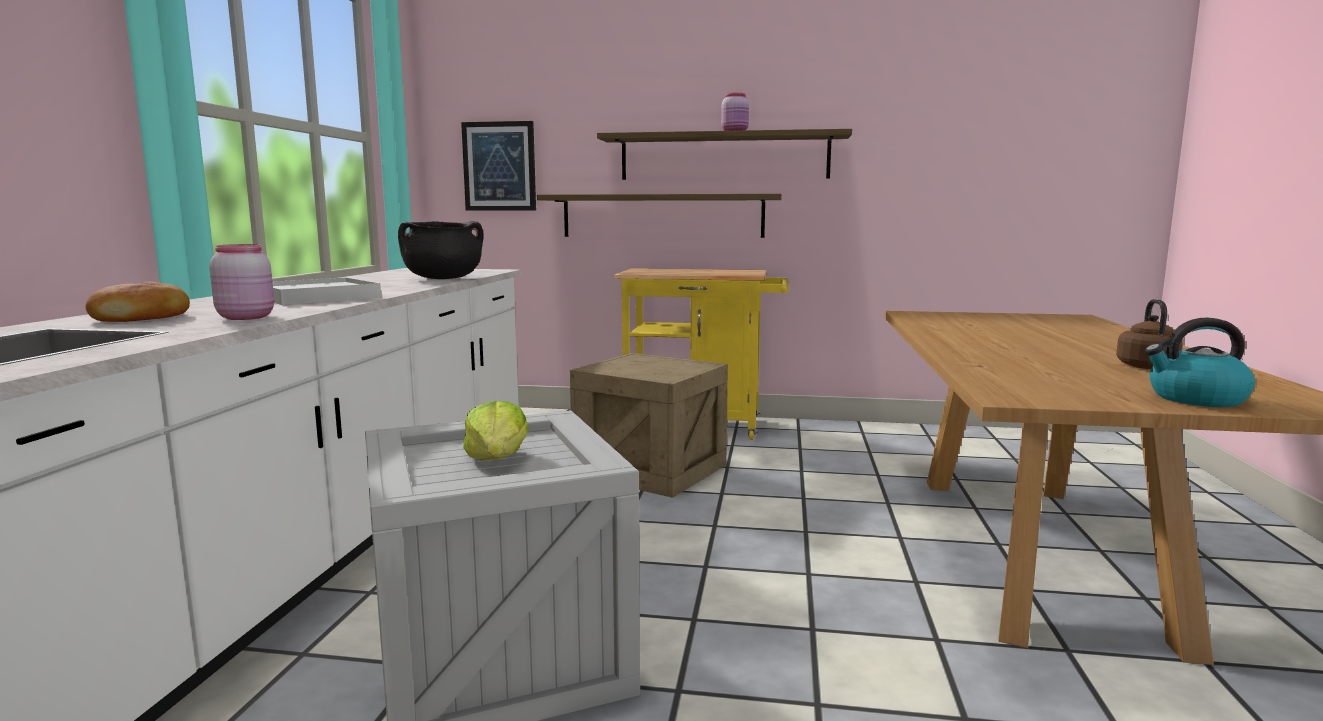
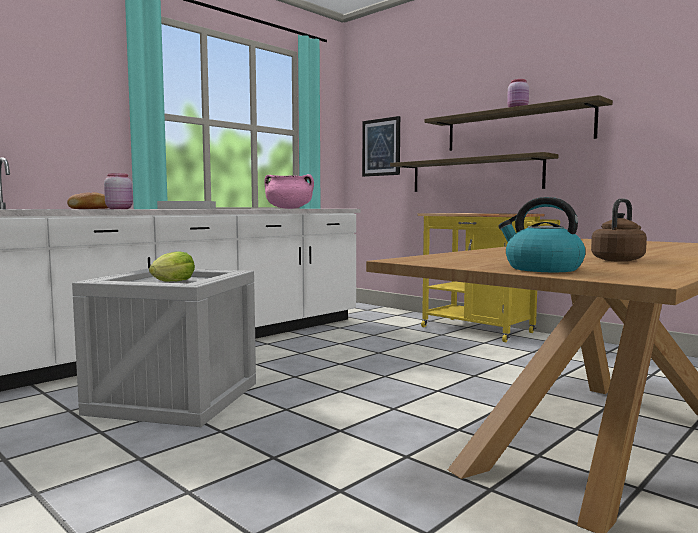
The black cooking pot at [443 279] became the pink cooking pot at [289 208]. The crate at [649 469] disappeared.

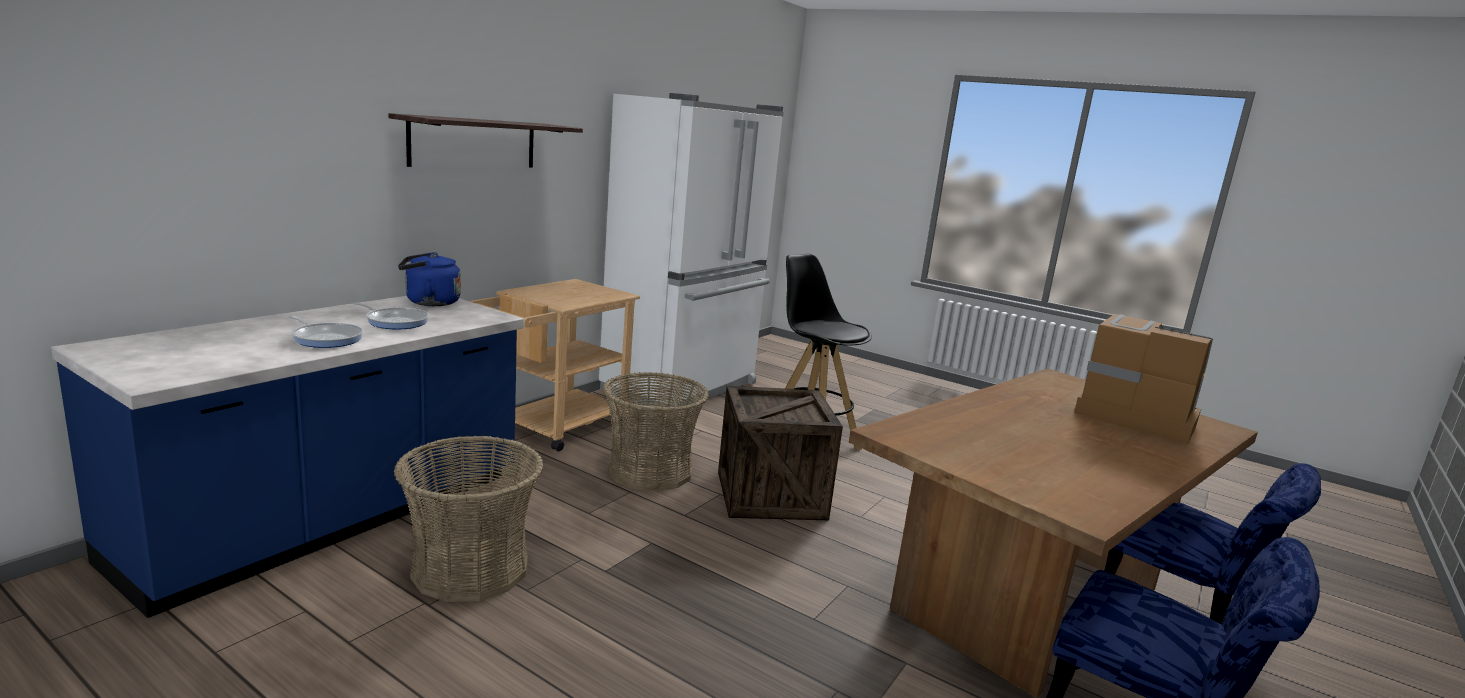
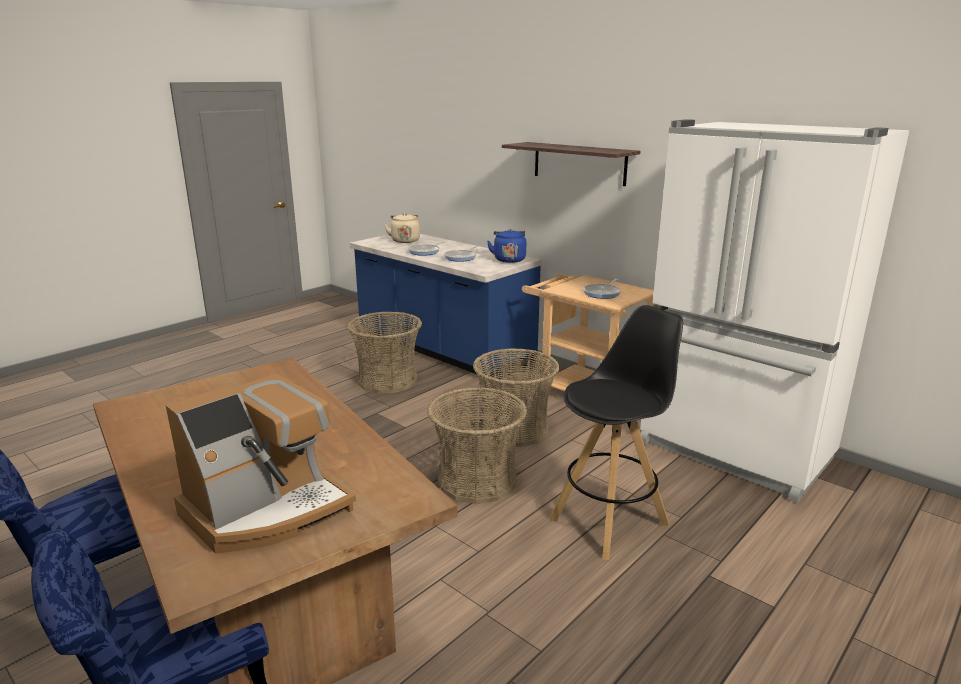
The crate at [770 495] was replaced by the basket at [477 481]. The beige kettle at [405 240] appeared. The frying pan at [603 293] appeared.

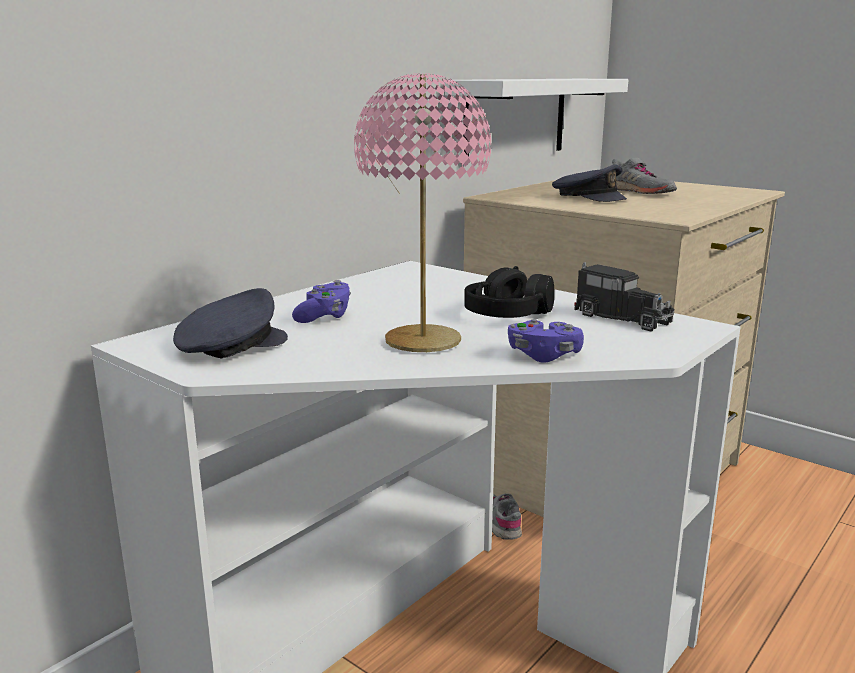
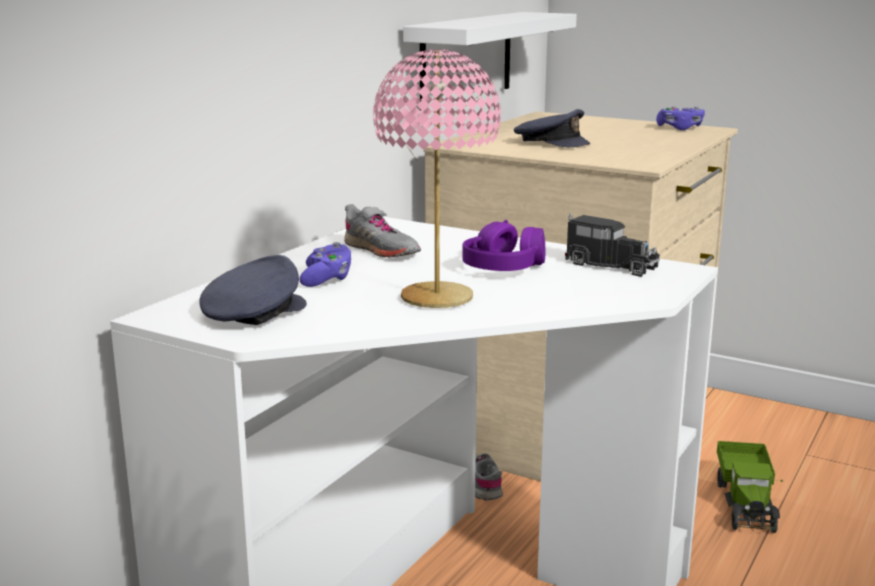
The black headphones at [508 314] became the purple headphones at [504 267]. The purple game controller moved from [544 356] to [679 128]. The grey shoe moved from [640 192] to [380 250]. The toy truck at [746 502] appeared.

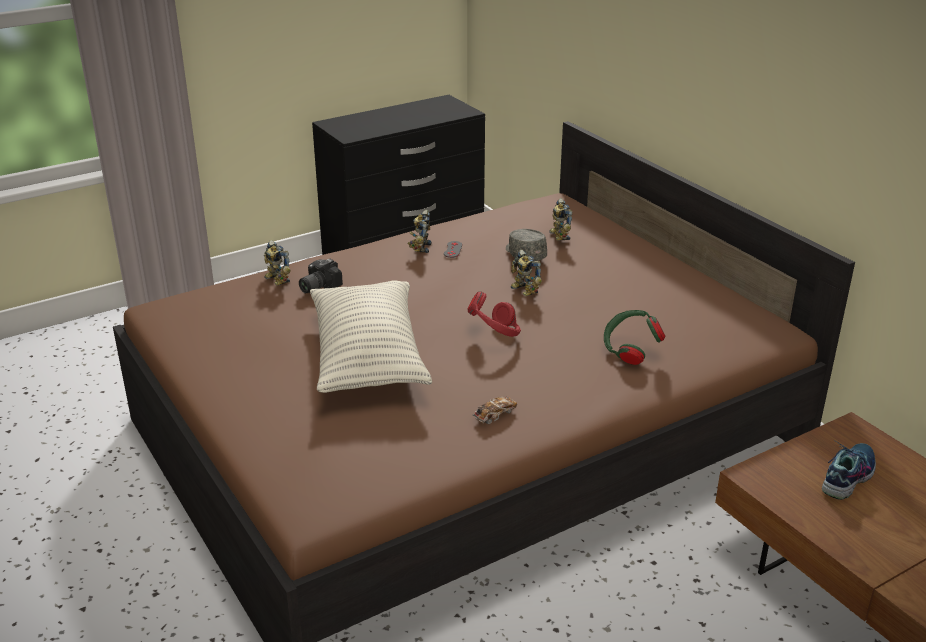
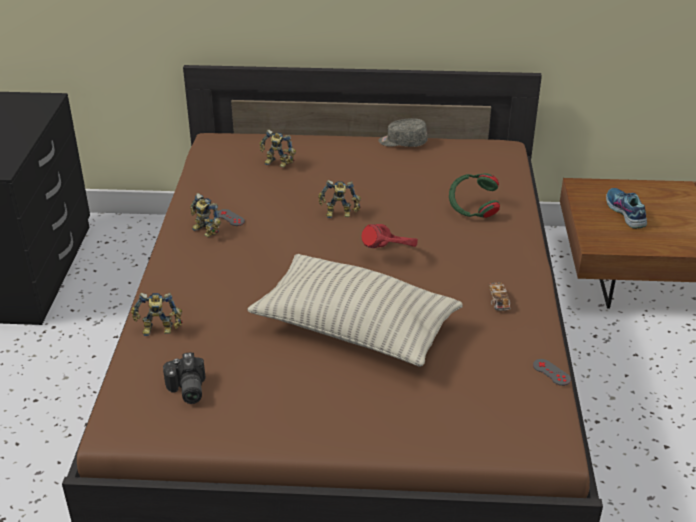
The photo camera moved from [317 286] to [186 390]. The grey cap moved from [524 254] to [402 142]. The grey game controller at [551 372] appeared.

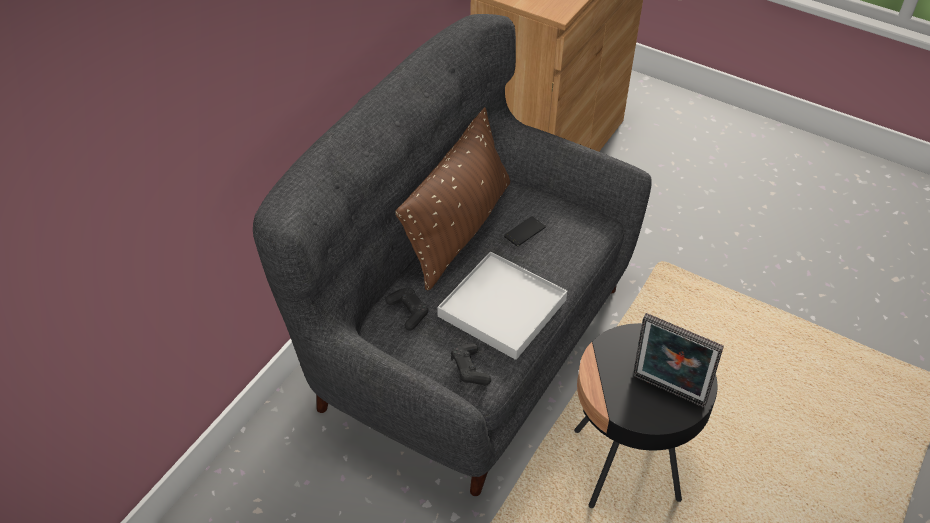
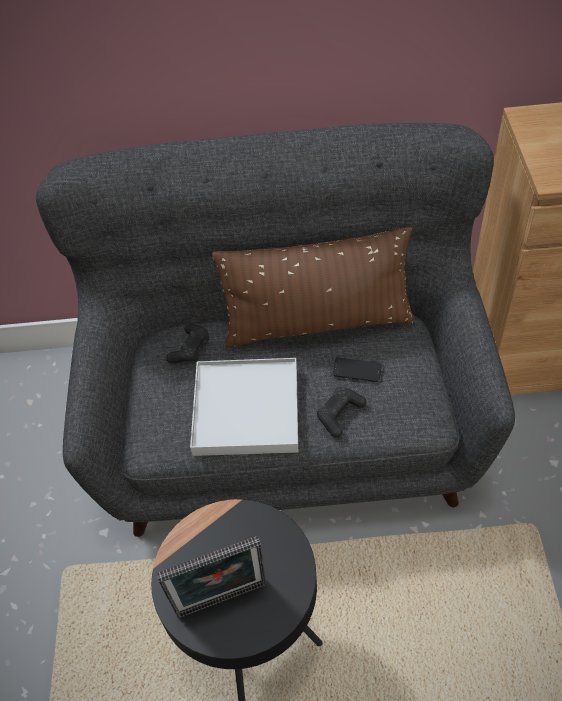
The black game controller moved from [469 369] to [340 414]. The picture frame at [667 392] turned 105 degrees counterclockwise.

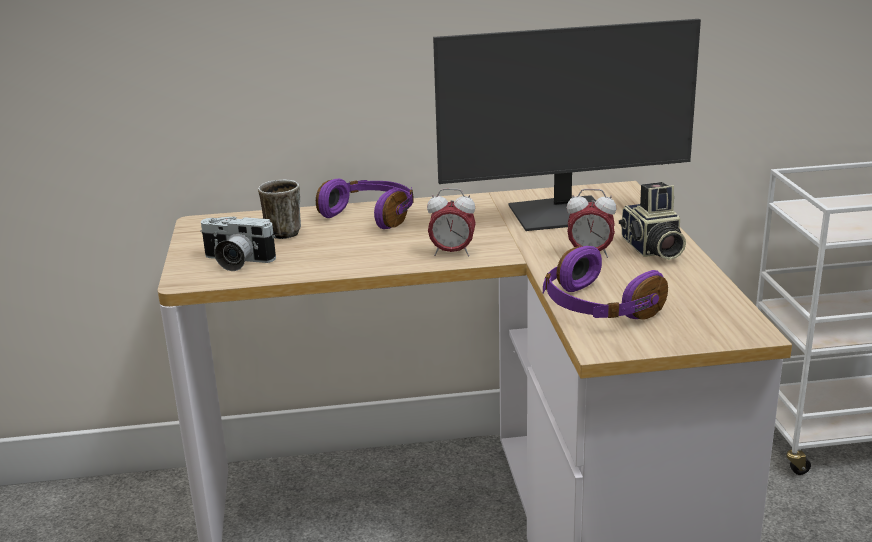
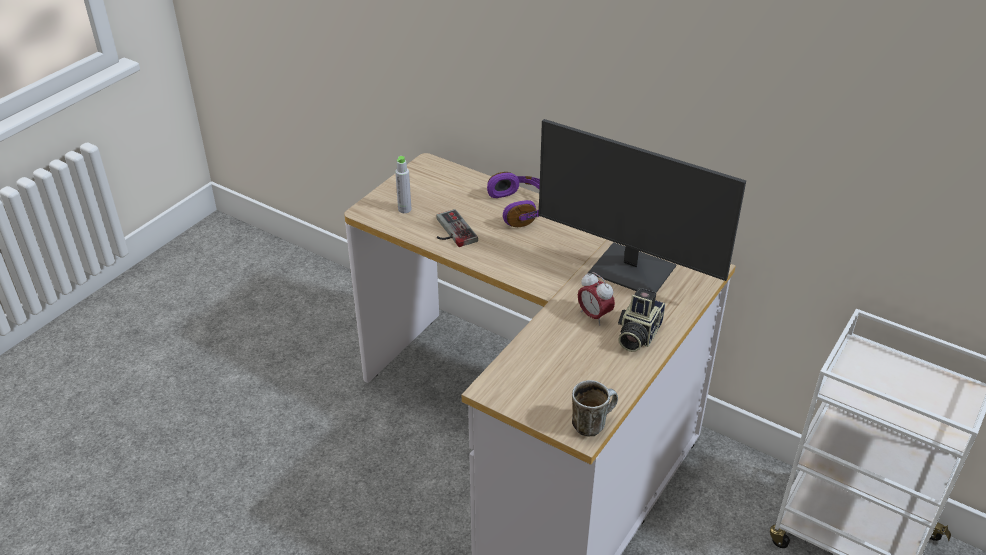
The photo camera at [236 262] was replaced by the grey bottle at [404 209]. The mug moved from [285 231] to [592 423]. The alarm clock at [452 253] disappeared. The purple headphones at [597 308] disappeared. The game controller at [451 231] appeared.

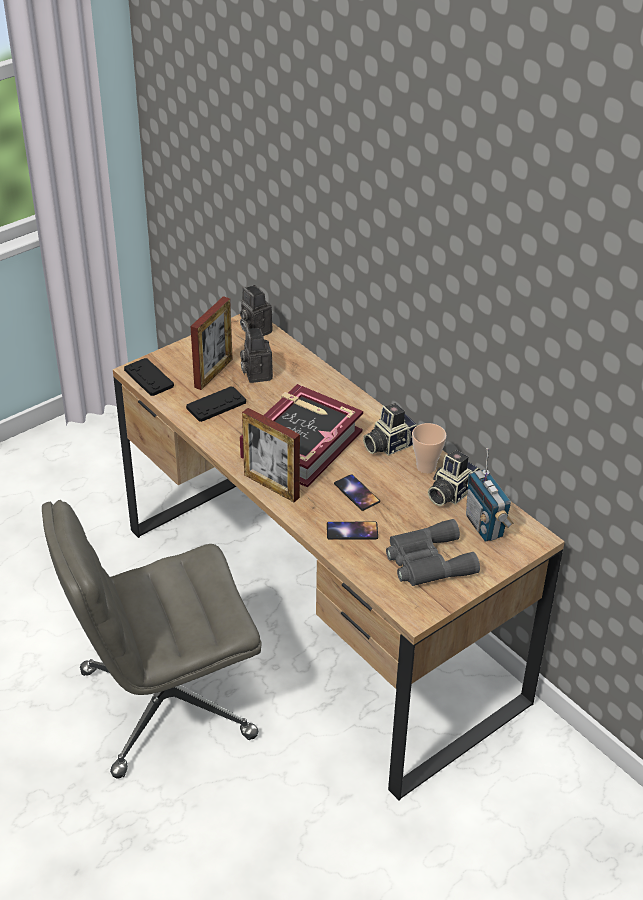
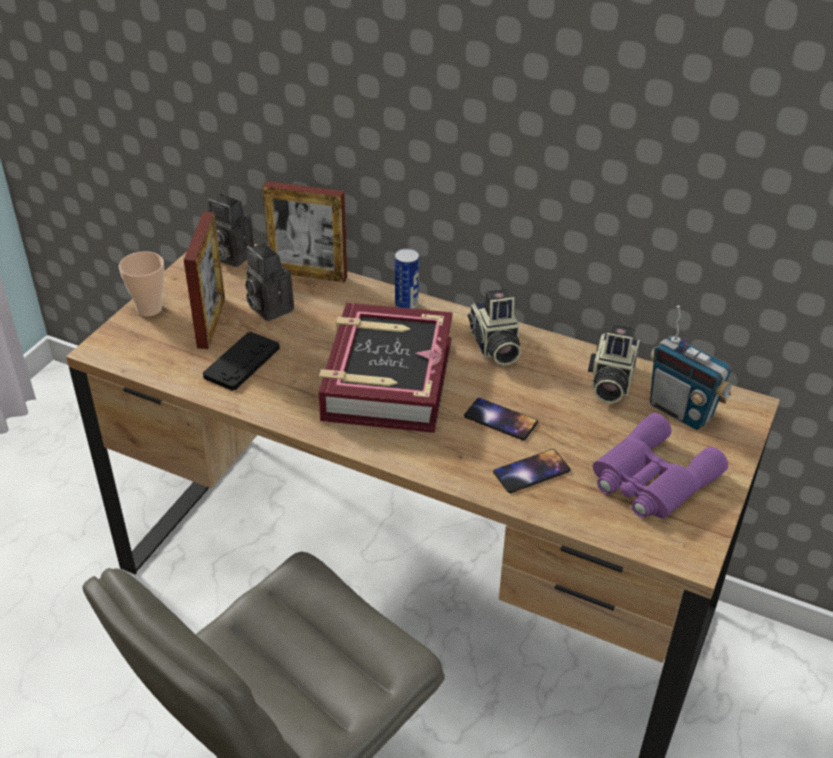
The black game controller at [149 378] disappeared. The picture frame moved from [271 486] to [308 274]. The photo camera at [389 444] turned 45 degrees counterclockwise. The grey binoculars at [427 561] became the purple binoculars at [651 479]. The cup moved from [426 467] to [149 309]. The can at [406 305] appeared.

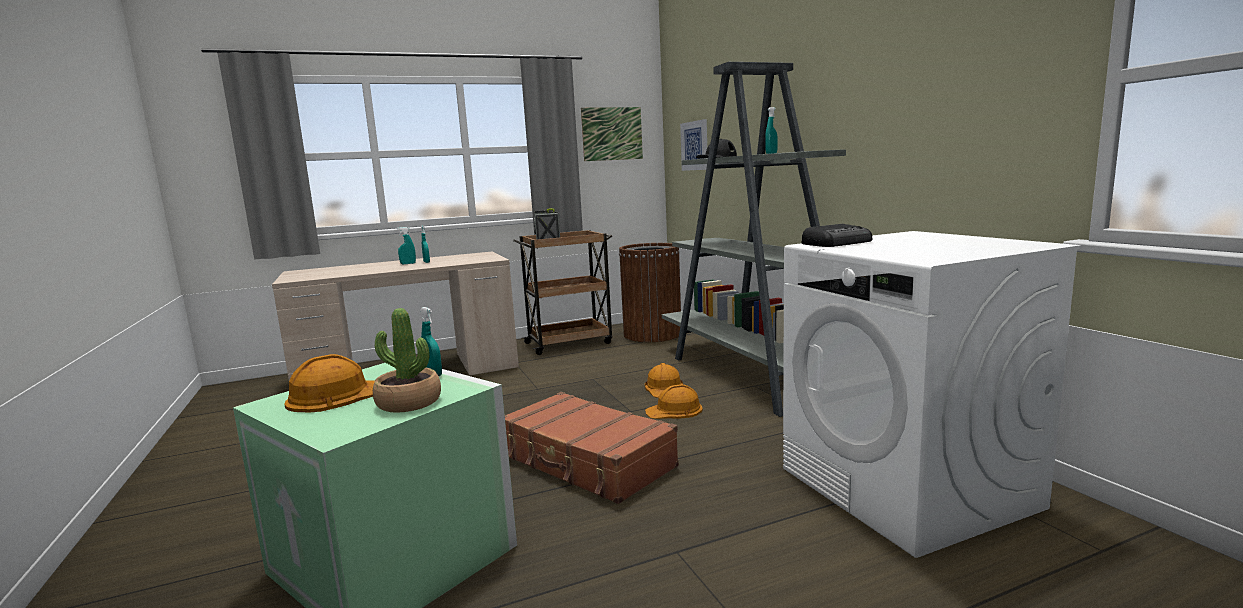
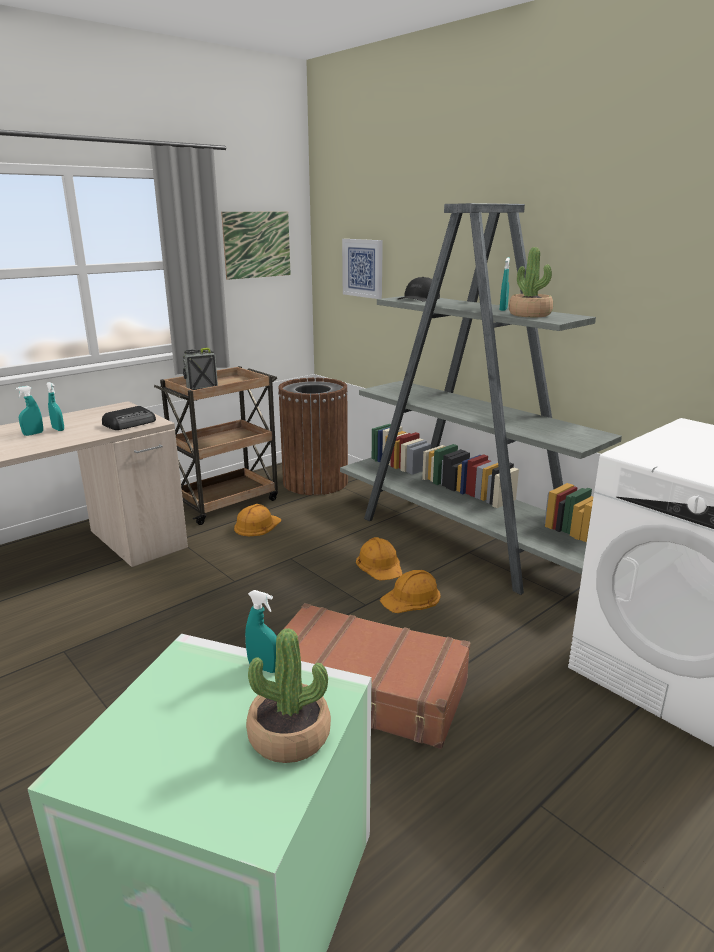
The orange hard hat moved from [336 396] to [257 525]. The radio moved from [837 243] to [130 423]. The potted plant at [530 315] appeared.

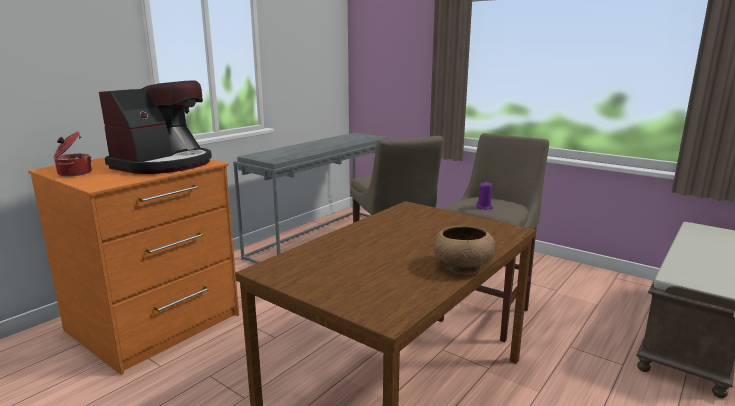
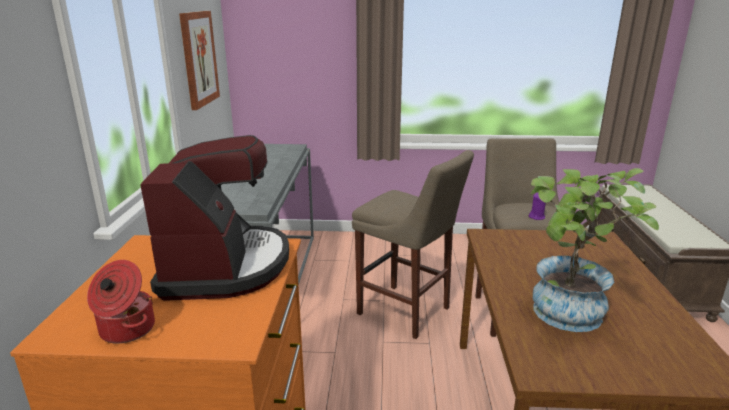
The brown bowl at [462 266] disappeared. The picture at [199 58] appeared. The potted plant at [567 318] appeared.

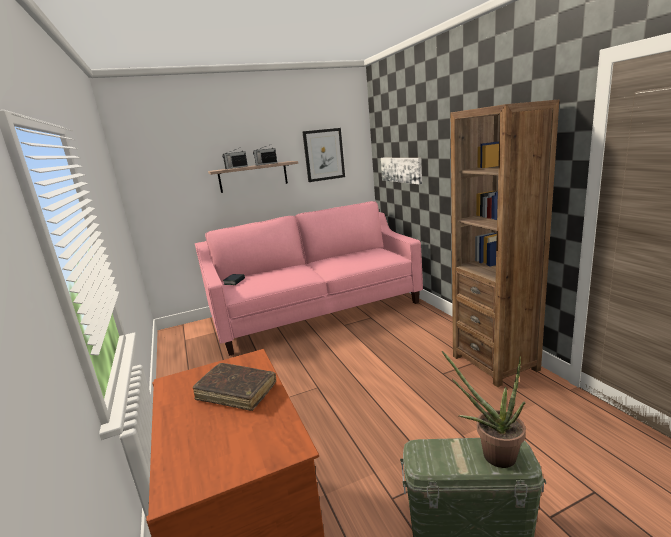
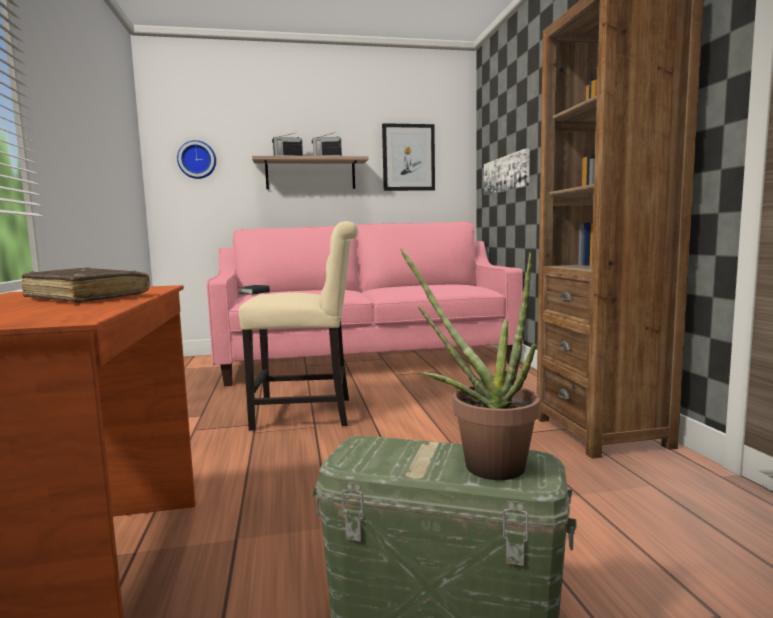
The wall clock at [197 160] appeared. The beige chair at [309 414] appeared.

